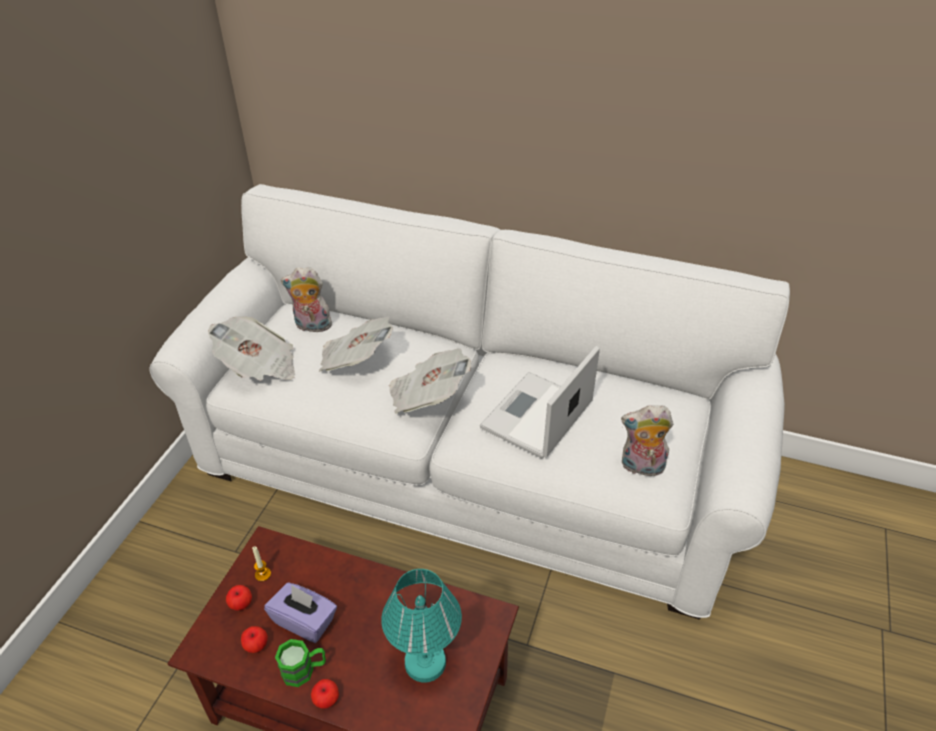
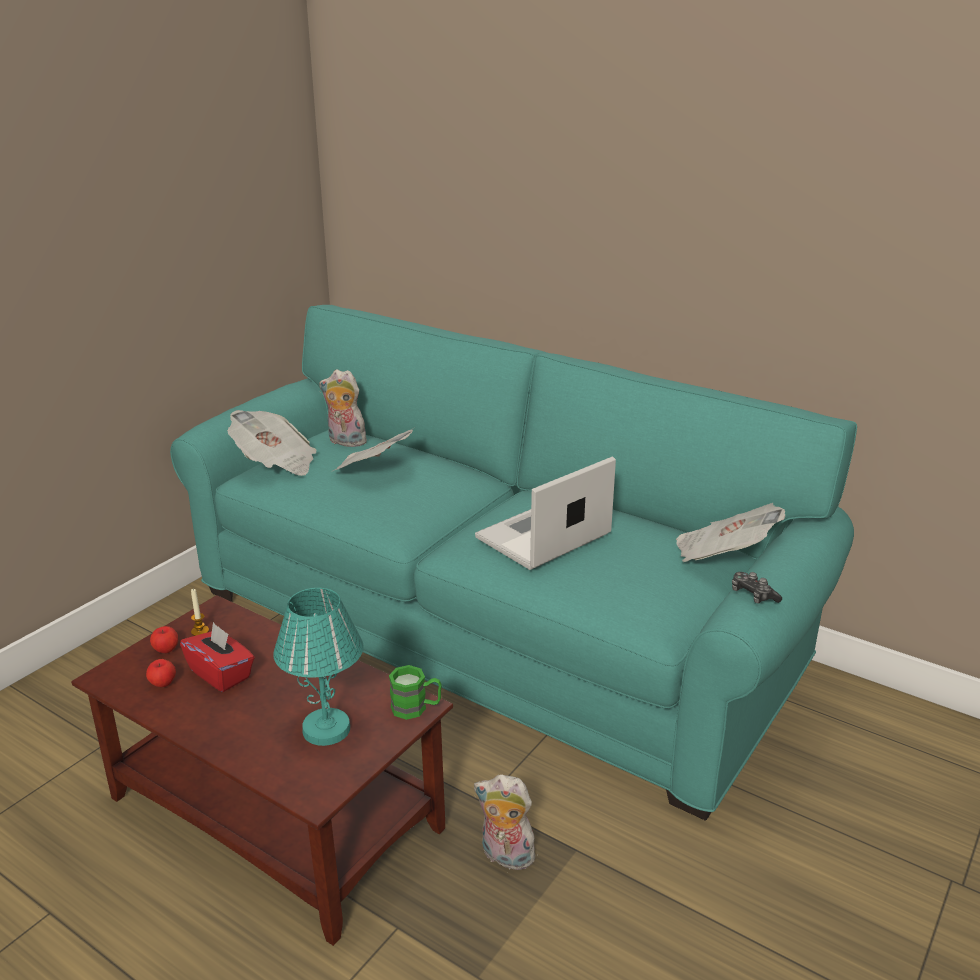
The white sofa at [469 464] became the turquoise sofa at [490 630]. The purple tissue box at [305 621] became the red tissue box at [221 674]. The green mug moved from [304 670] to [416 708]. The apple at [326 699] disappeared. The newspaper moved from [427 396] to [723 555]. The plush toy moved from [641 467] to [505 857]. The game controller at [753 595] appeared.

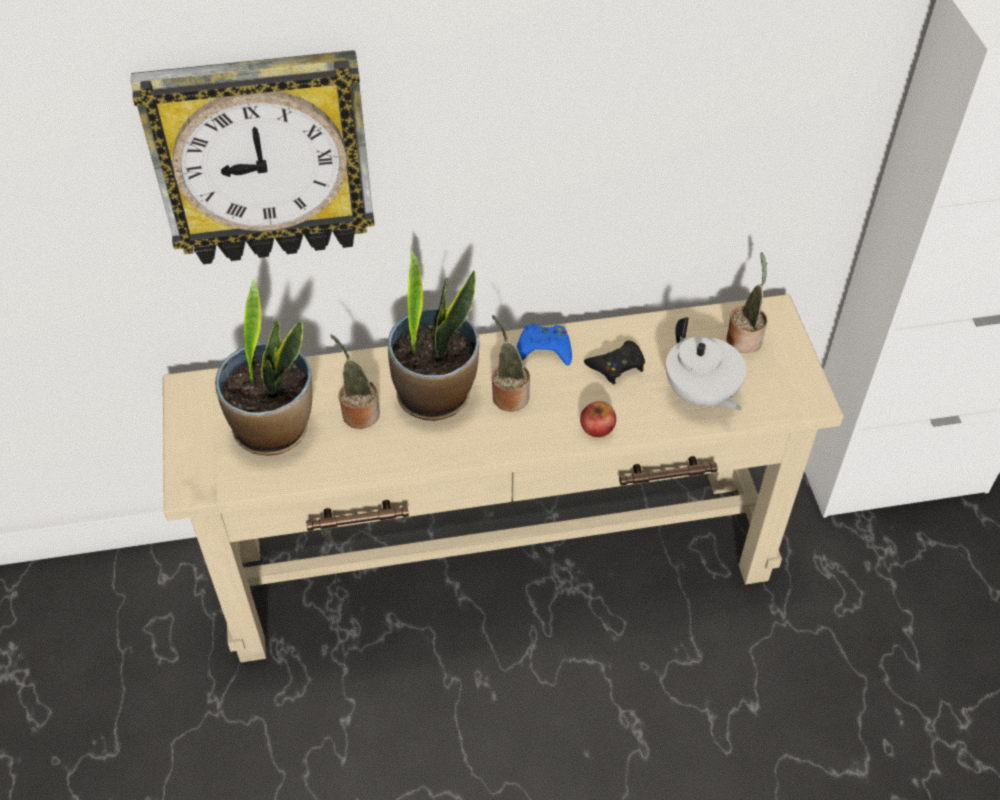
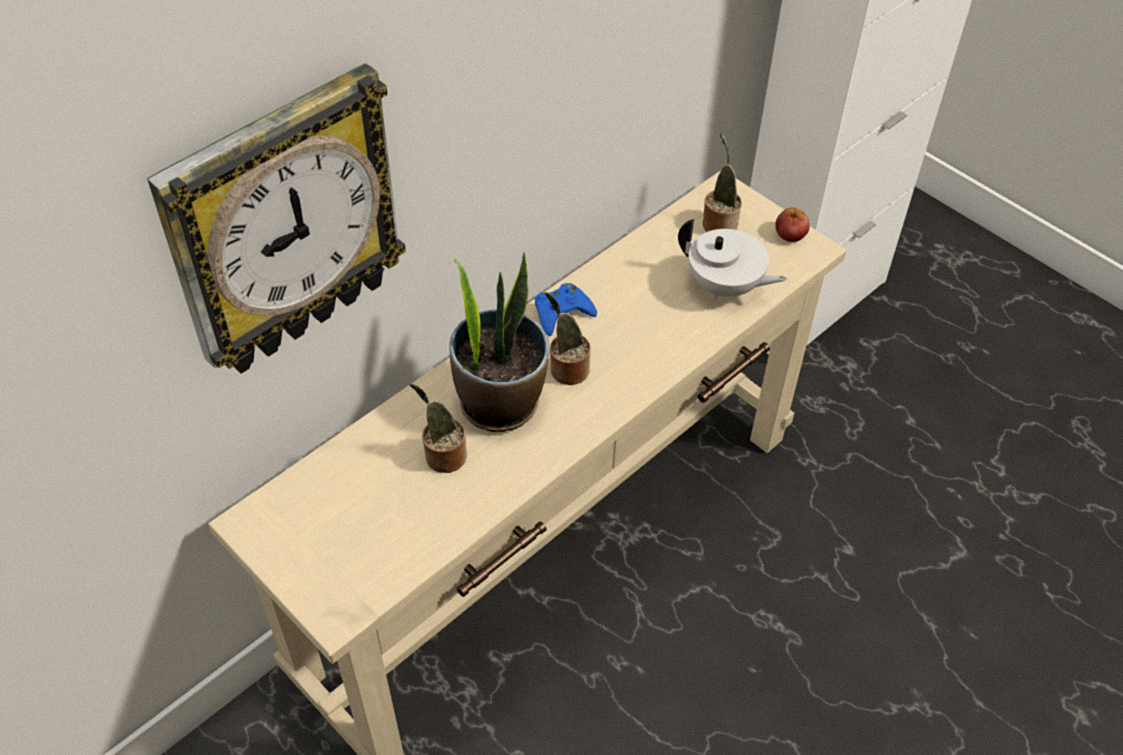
The potted plant at [274 429] disappeared. The apple moved from [597 427] to [790 234]. The black game controller at [617 365] disappeared.

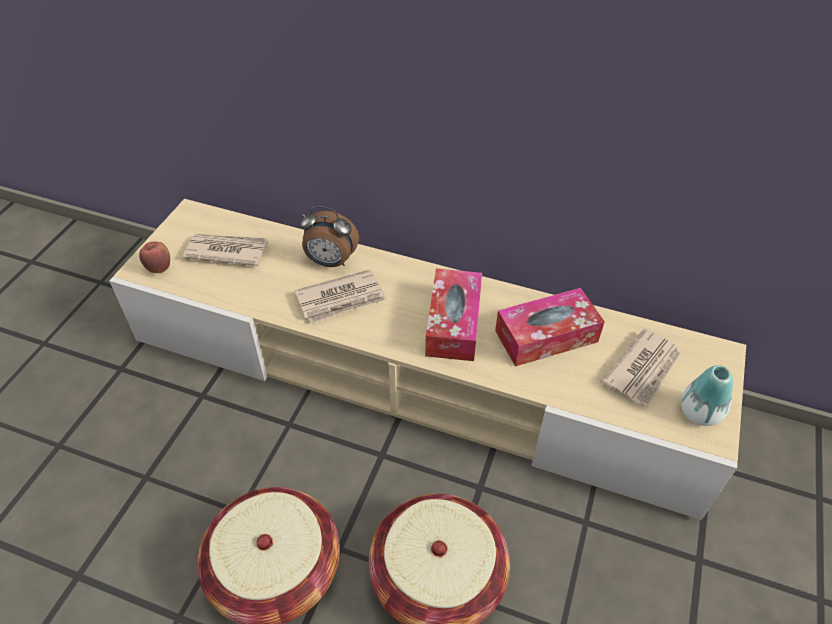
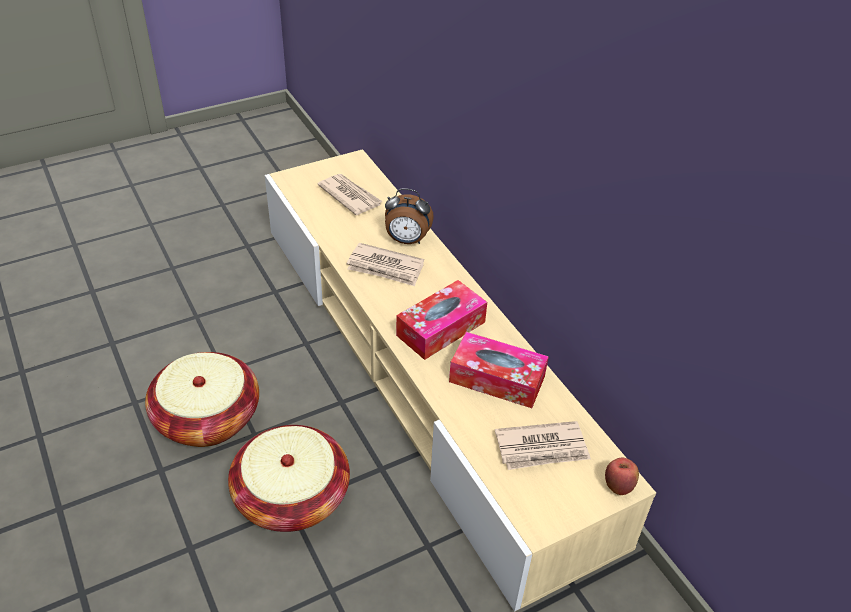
The apple moved from [159 268] to [618 486]. The alarm clock at [330 262] turned 45 degrees counterclockwise. The vase at [699 413] disappeared.

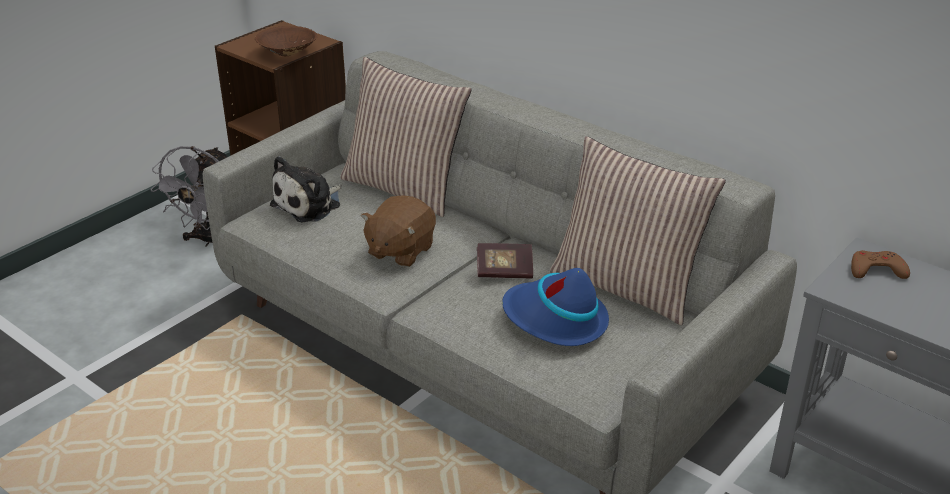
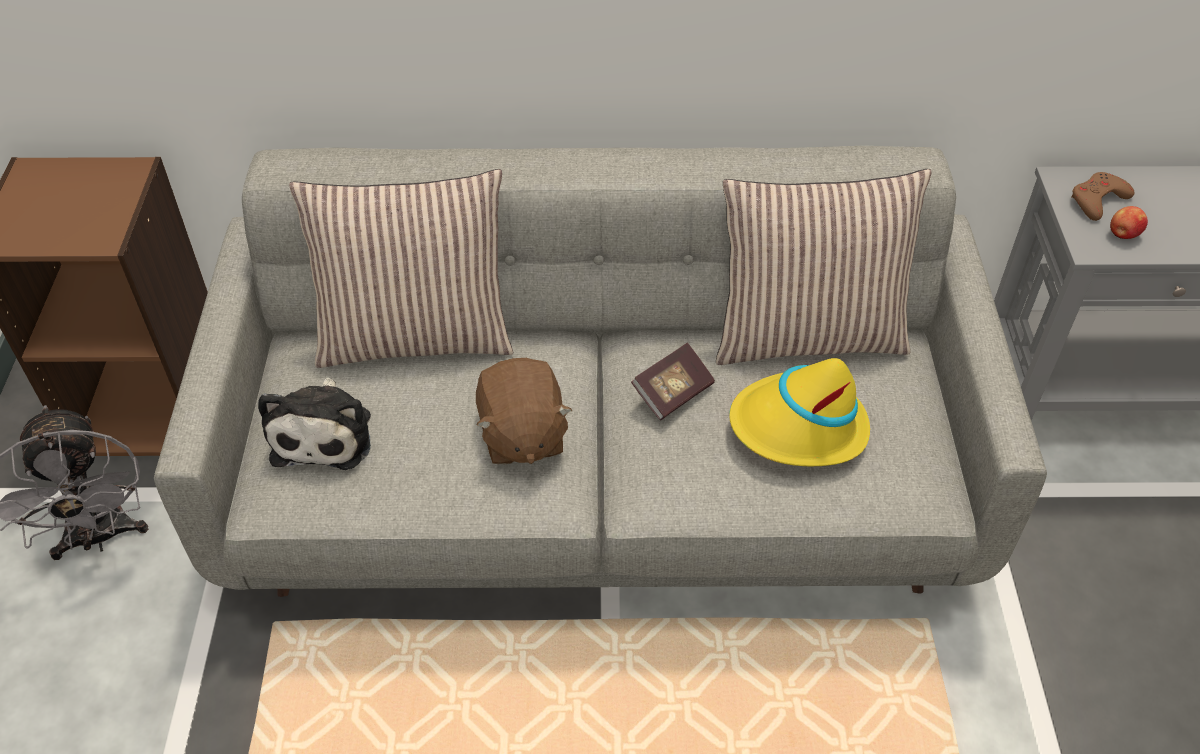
The brown bowl at [288 53] disappeared. The blue hat at [555 320] became the yellow hat at [798 427]. The apple at [1122 235] appeared.

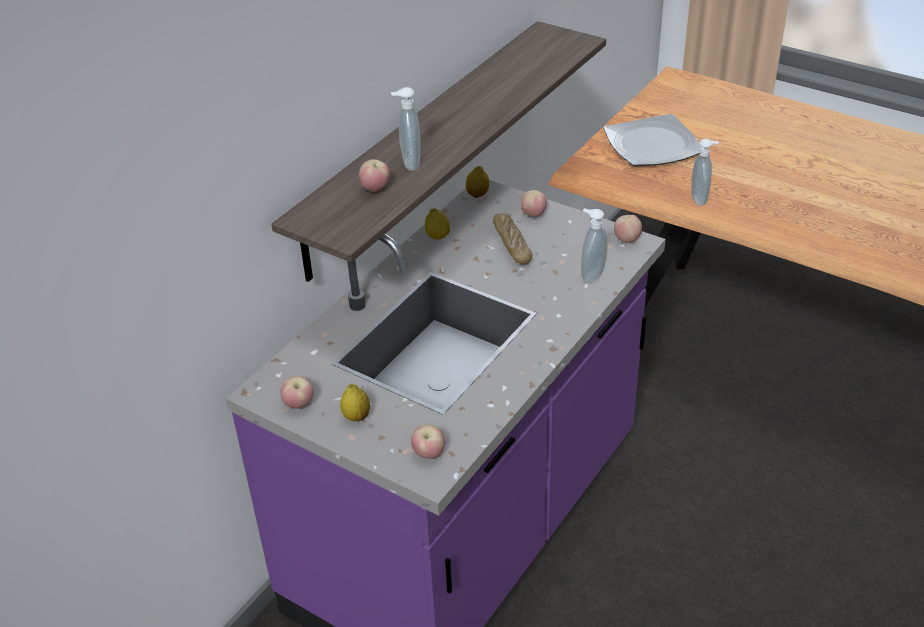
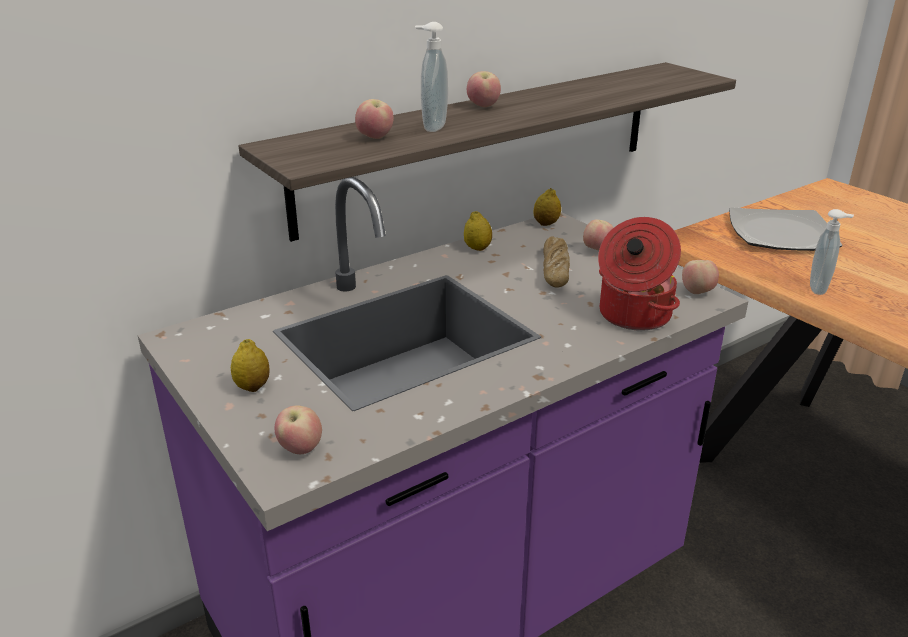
The apple moved from [299 404] to [483 106]. The soap dispenser at [591 275] was replaced by the cooking pot at [632 315].

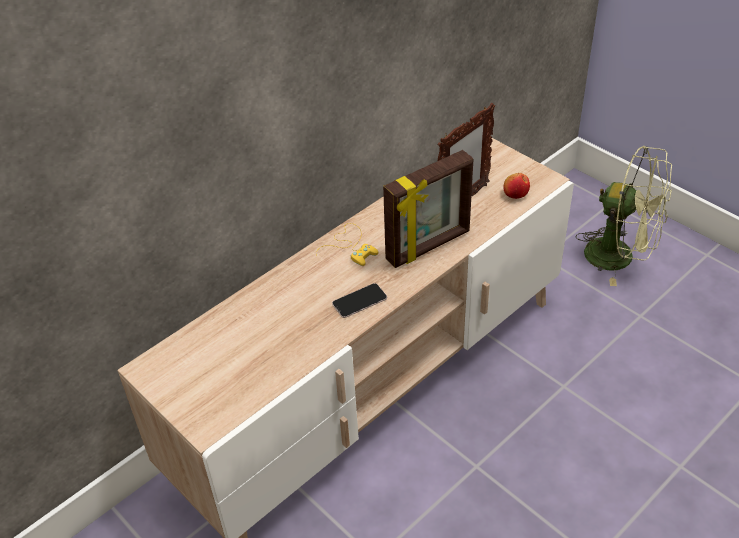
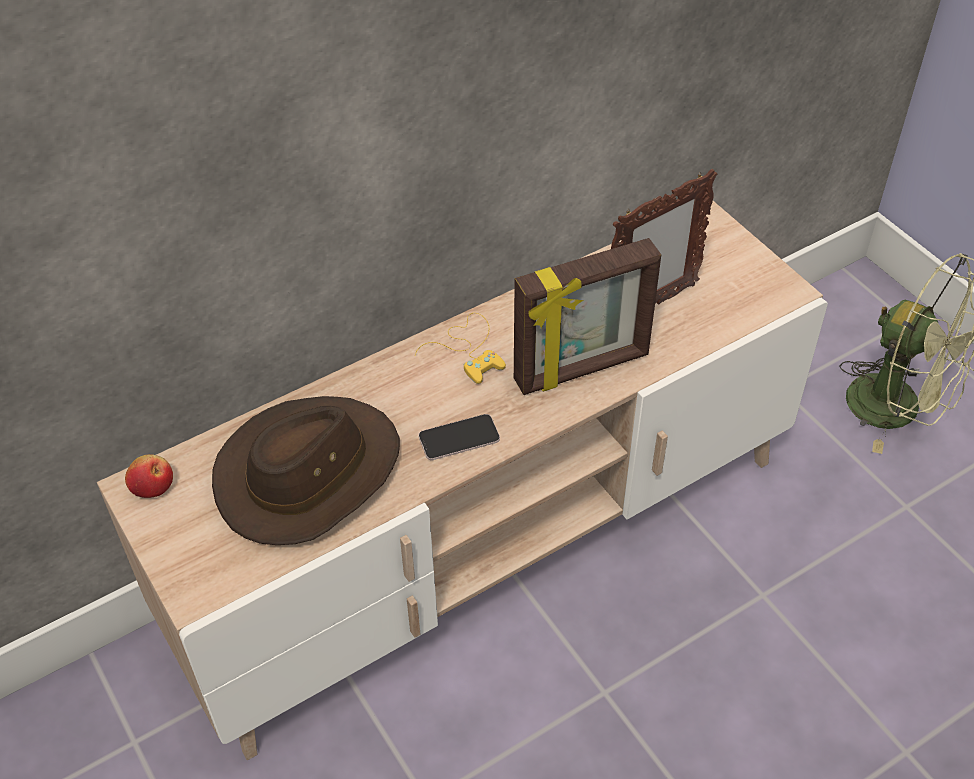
The apple moved from [515 194] to [153 486]. The brown hat at [308 473] appeared.

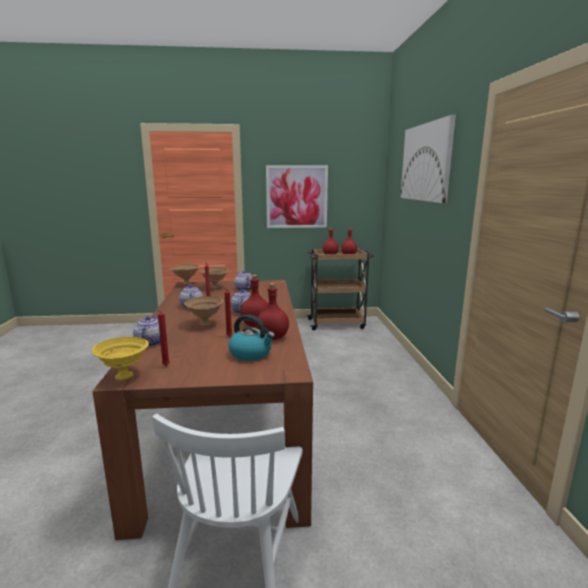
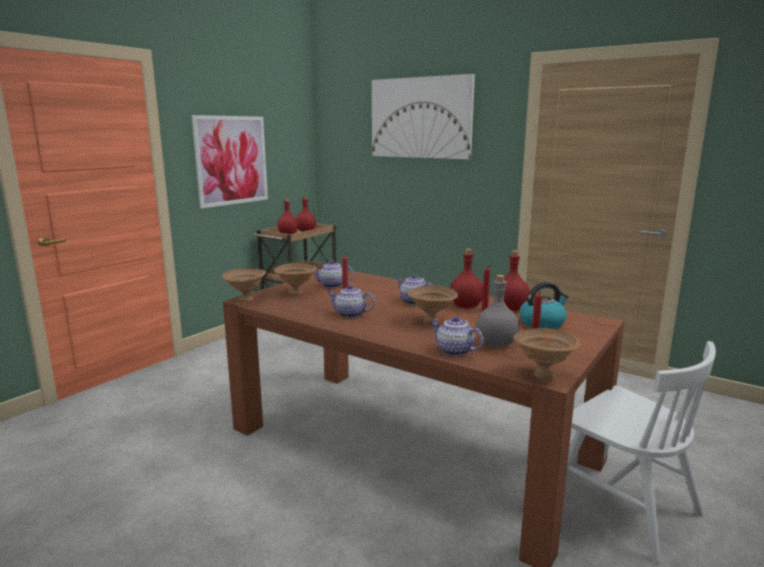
The yellow bowl at [124 376] became the brown bowl at [542 374]. The grey bottle at [496 344] appeared.

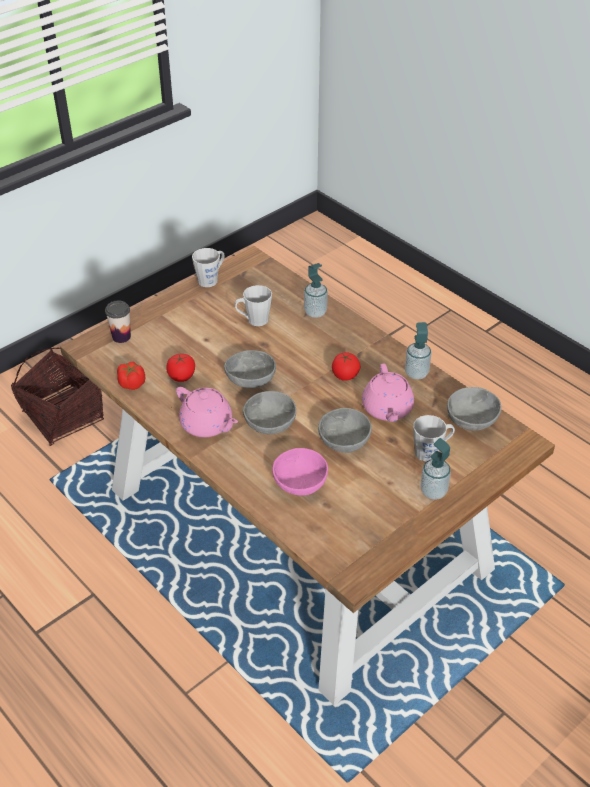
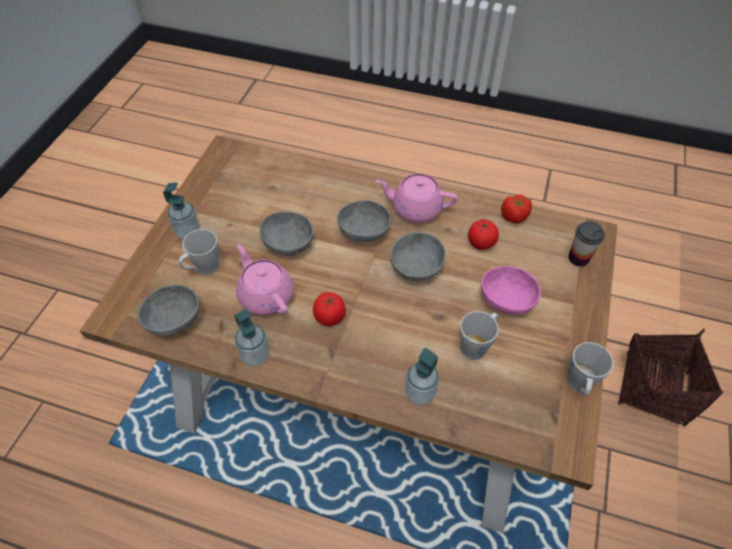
The pink bowl moved from [299 484] to [506 299].

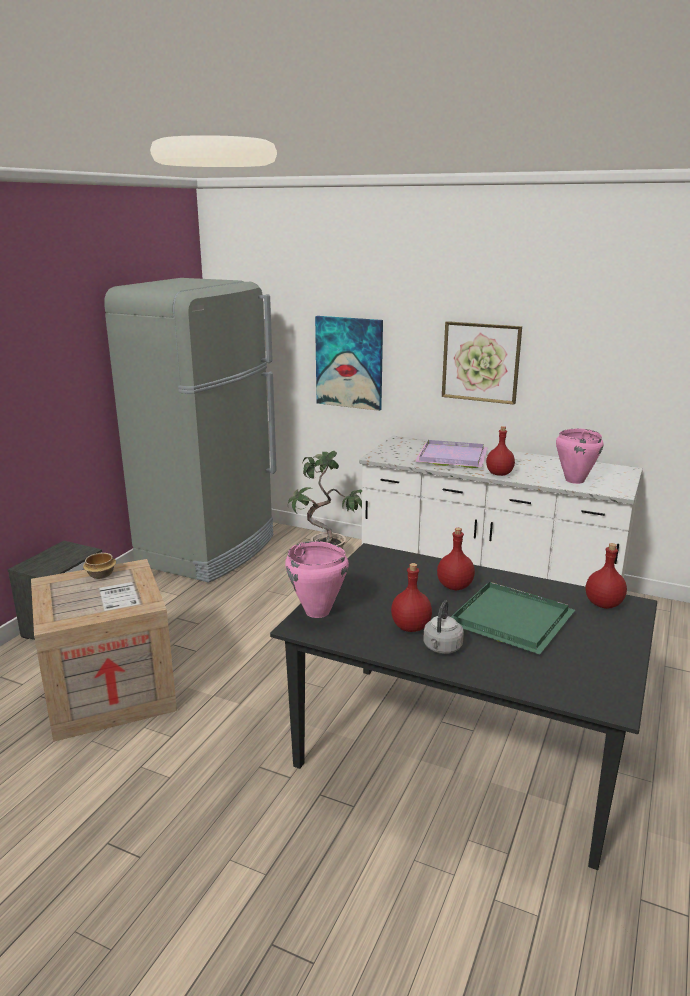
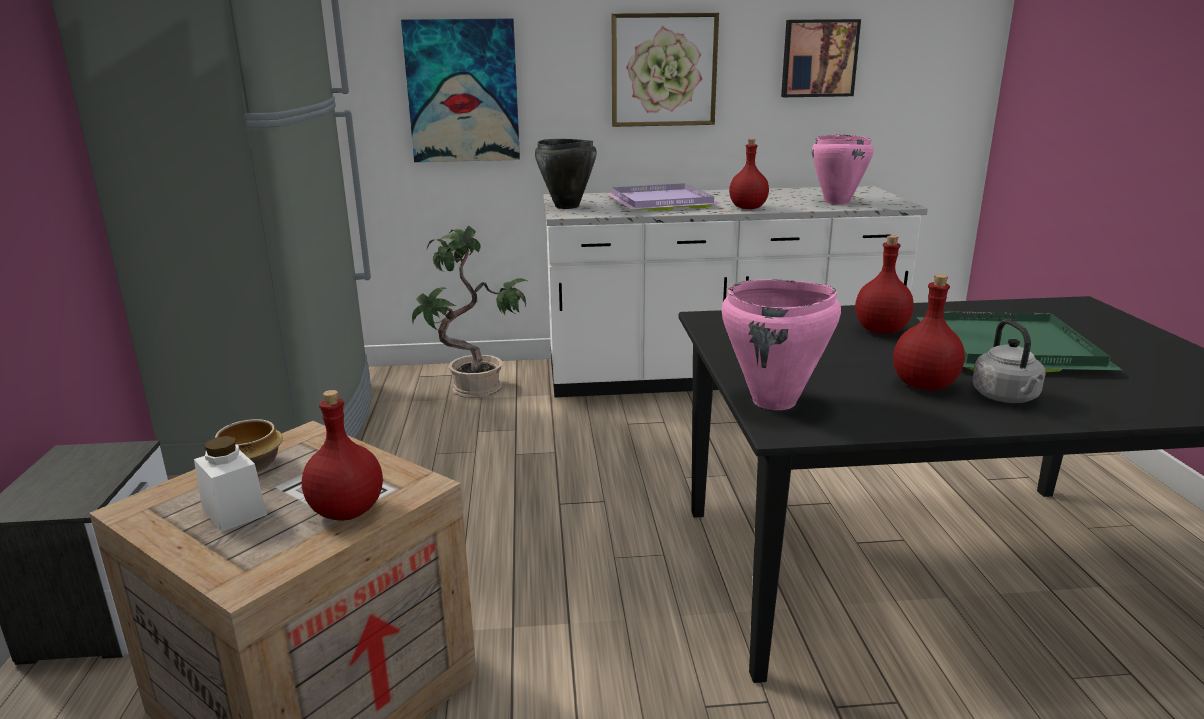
The red bottle moved from [604 604] to [348 512]. The white jar at [234 512] appeared. The black cooking pot at [567 206] appeared. The picture at [818 58] appeared.

